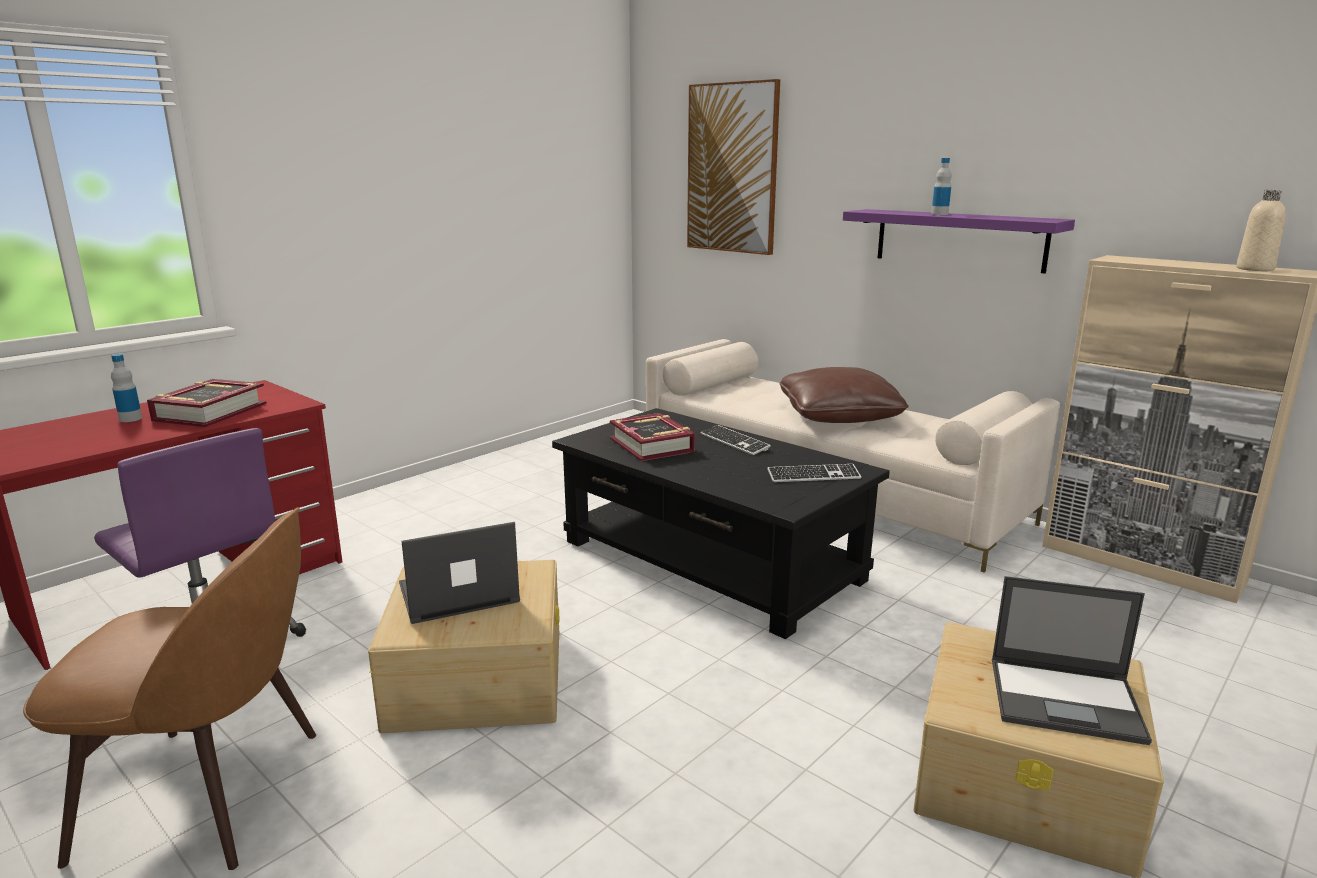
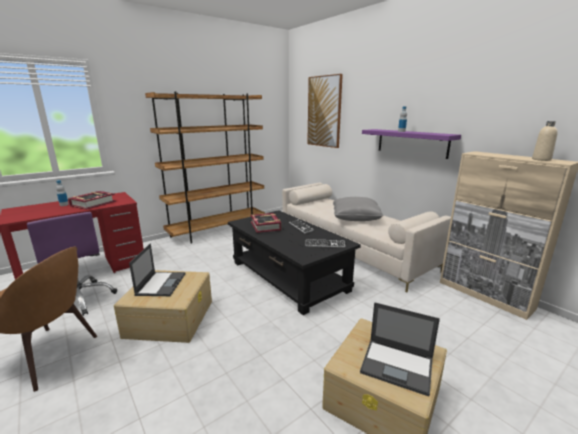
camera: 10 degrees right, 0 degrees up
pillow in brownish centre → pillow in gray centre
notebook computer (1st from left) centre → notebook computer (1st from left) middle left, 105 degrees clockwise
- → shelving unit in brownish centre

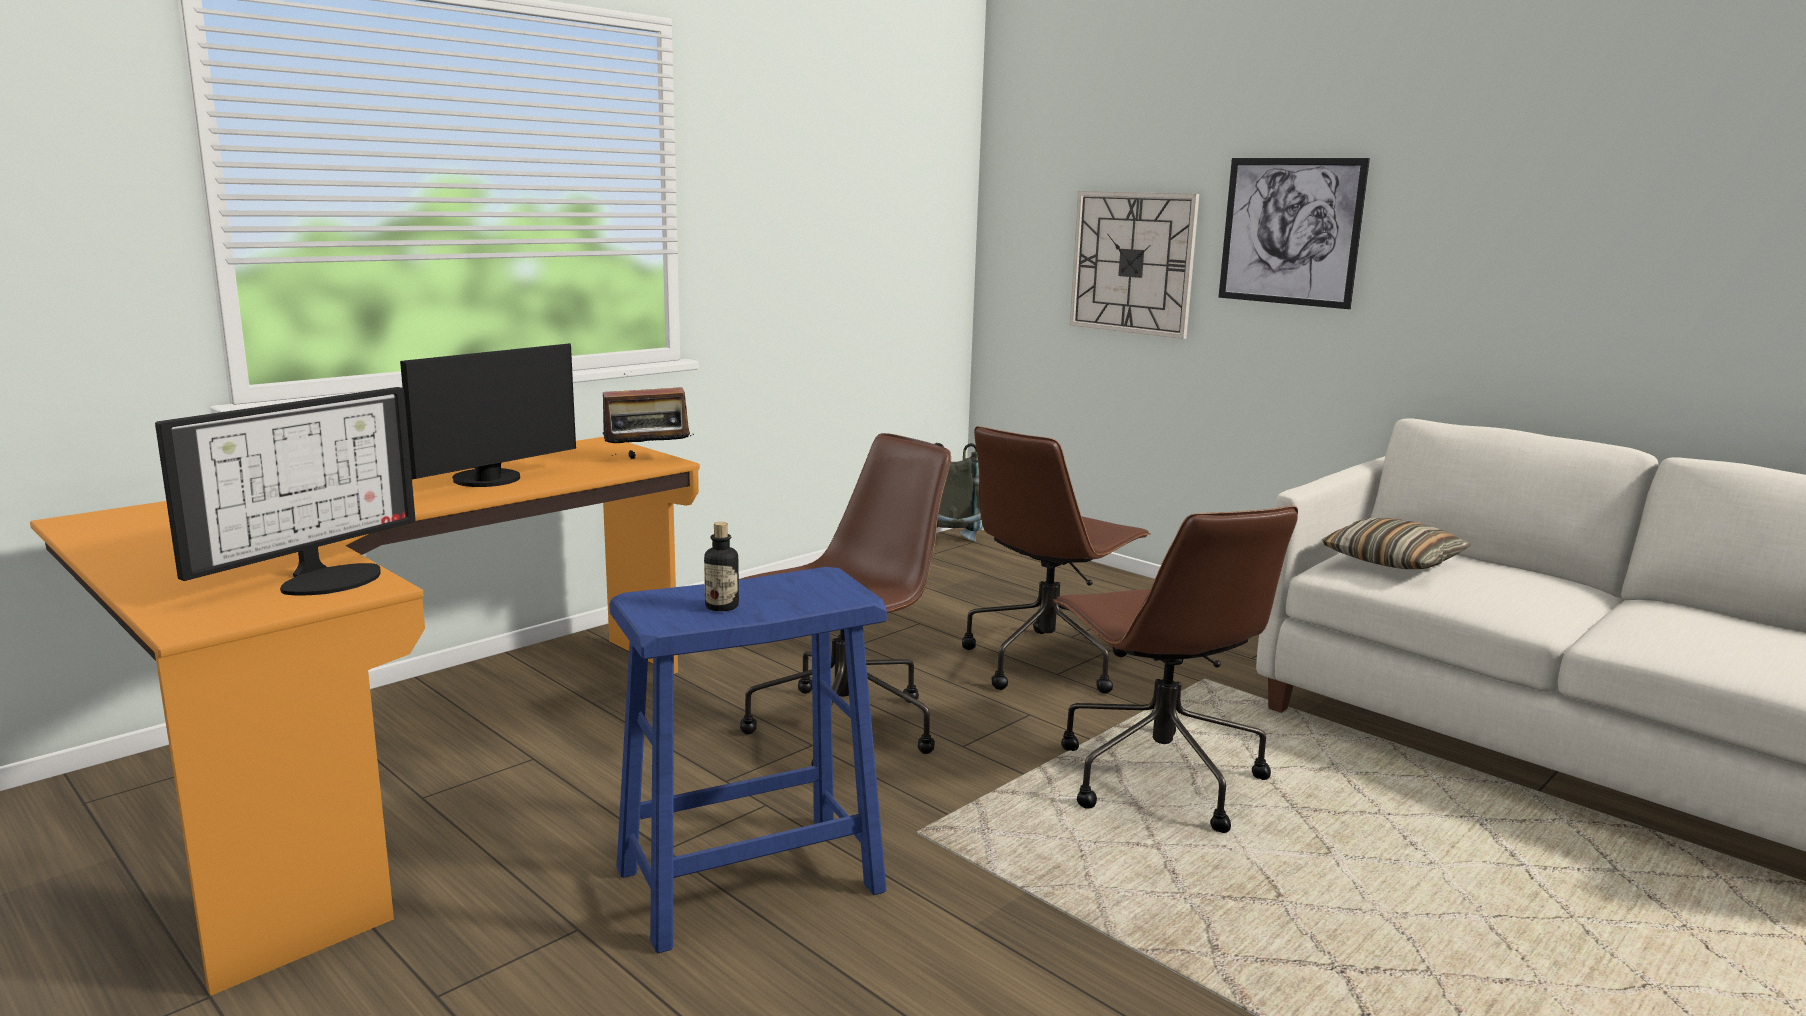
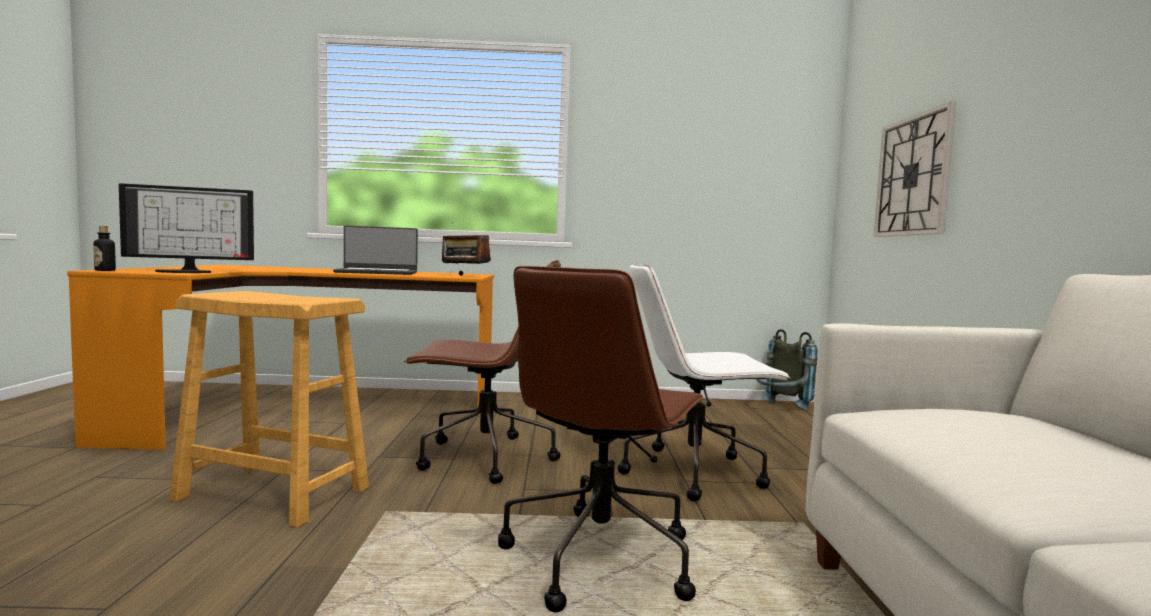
camera: 45 degrees right, 10 degrees down
picture top right → -
monitor (2nd from left) middle left → notebook computer middle left
office chair in brownish (2nd from left) centre → office chair in white centre
pillow middle right → -
bottle centre → bottle middle left, move
sitting stool in blue bottom centre → sitting stool in sand-coloured middle left

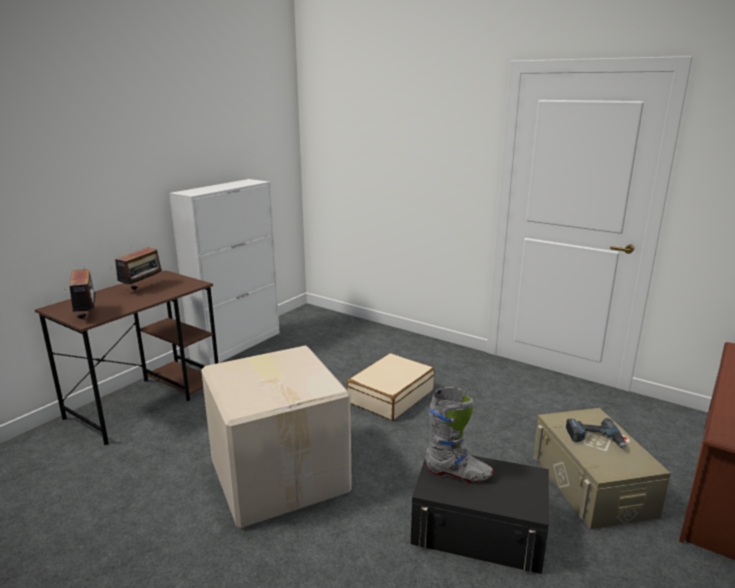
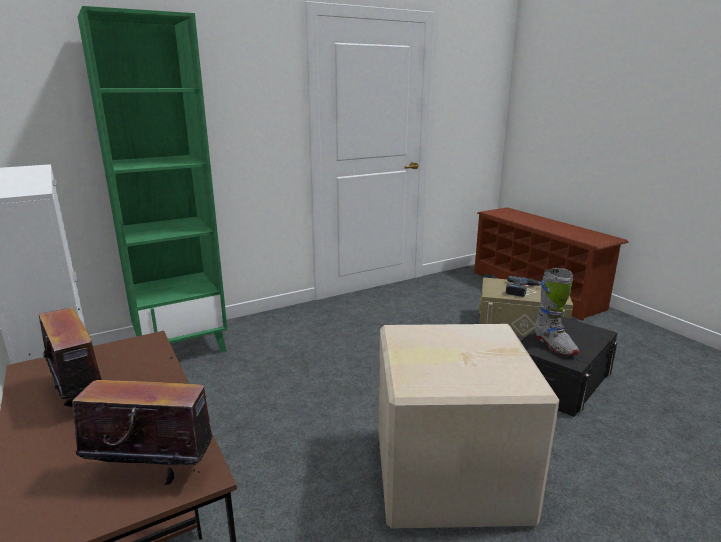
camera: 65 degrees left, 0 degrees up
travel case in sand-coloured centre → -
boot in gray bottom centre → boot in gray middle right, 120 degrees clockwise
- → shelving unit in greenish top left

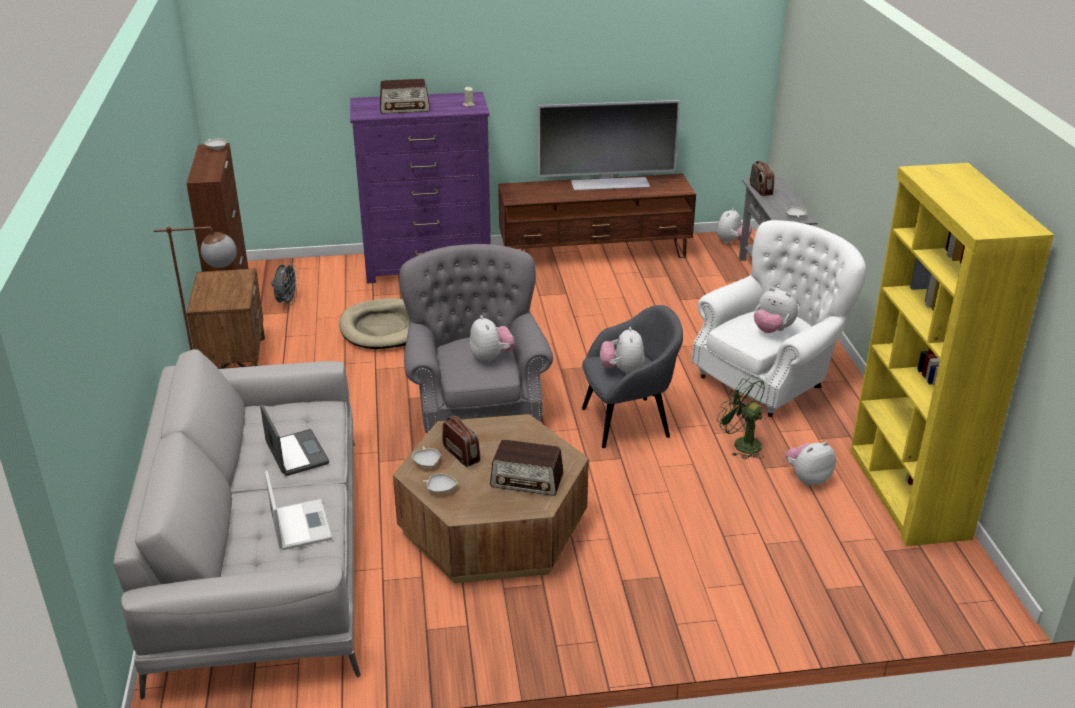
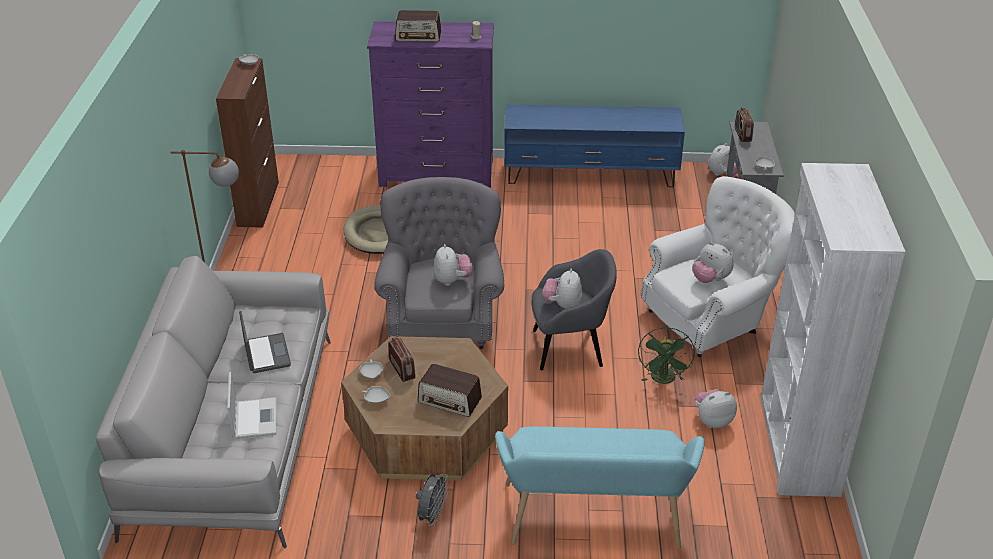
camera: 10 degrees right, 5 degrees up
TV set top centre → -
shelving unit in yellow-coloured middle right → shelving unit in white middle right
tv stand in brownish top centre → tv stand in blue top centre
electric fan in gray middle left → electric fan in gray bottom centre, move
night table in brownish middle left → -
electric fan in greenish middle right, 135 degrees counterclockwise
- → bench in turquoise-coloured bottom centre

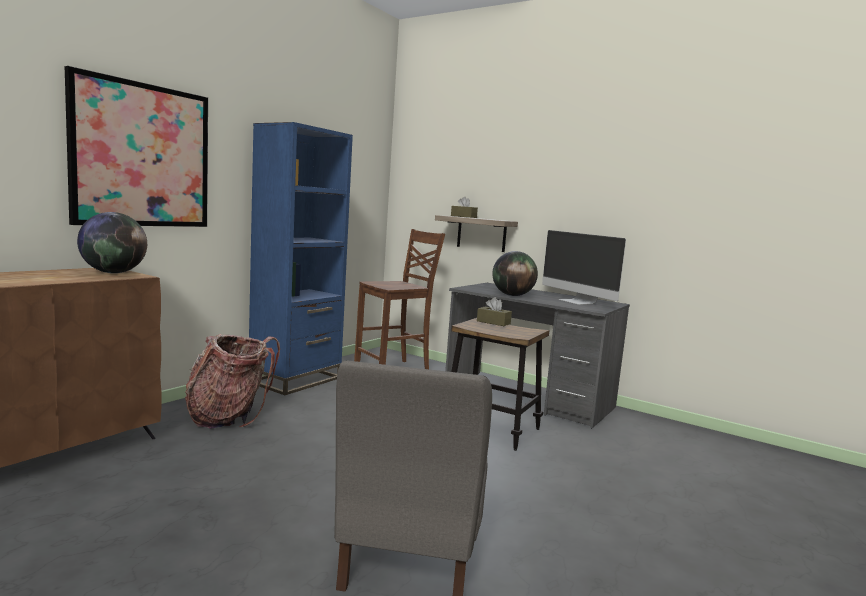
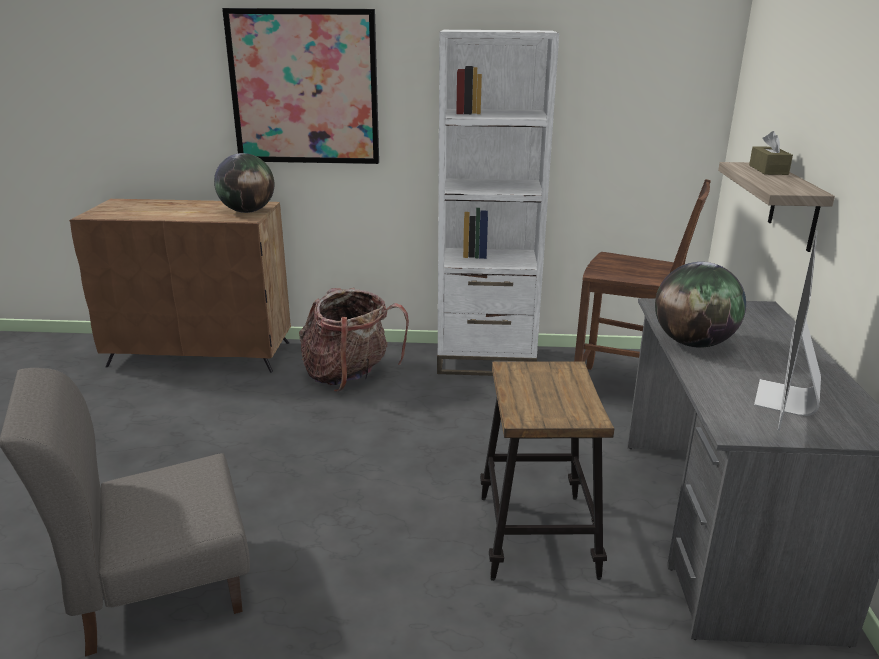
camera: 60 degrees right, 15 degrees up
shelving unit in blue centre → shelving unit in white top centre
tissue holder in brownish (2nd from left) centre → -

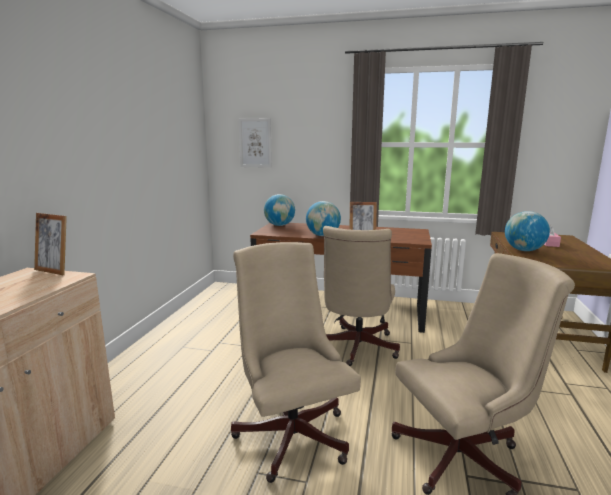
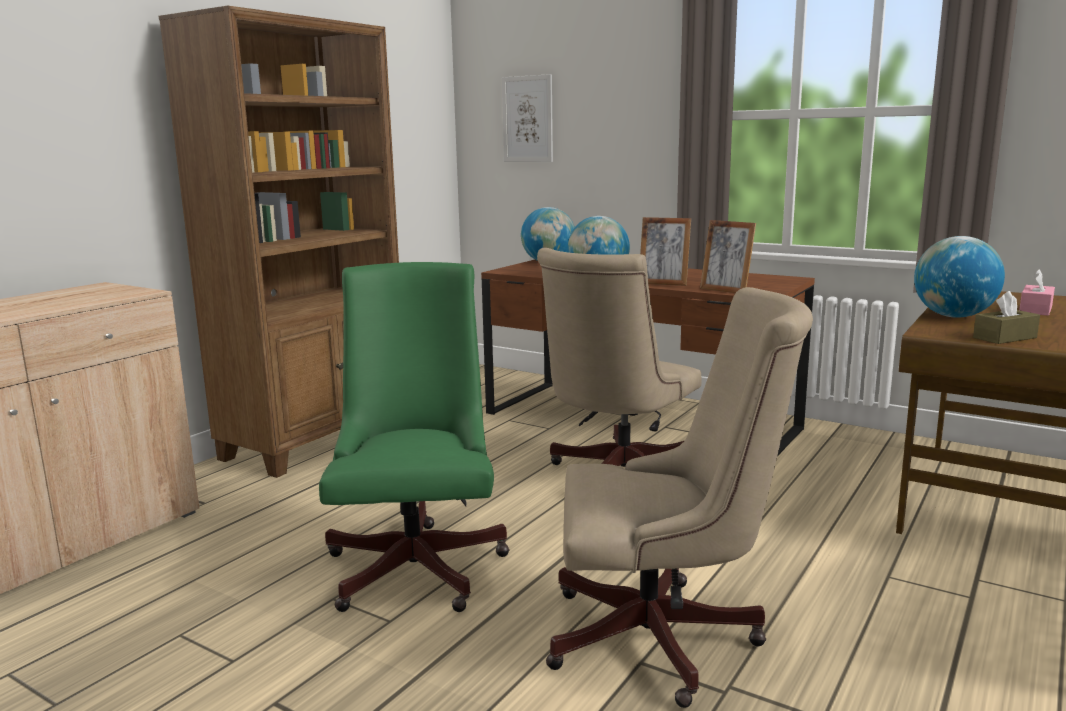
camera: 20 degrees right, 0 degrees up
standing frame (1st from left in the first image) middle left → standing frame (2nd from left) middle right, move
office chair in sand-coloured (1st from left) bottom centre → office chair in greenish centre
- → shelving unit in brownish middle left
- → tissue holder in brownish middle right

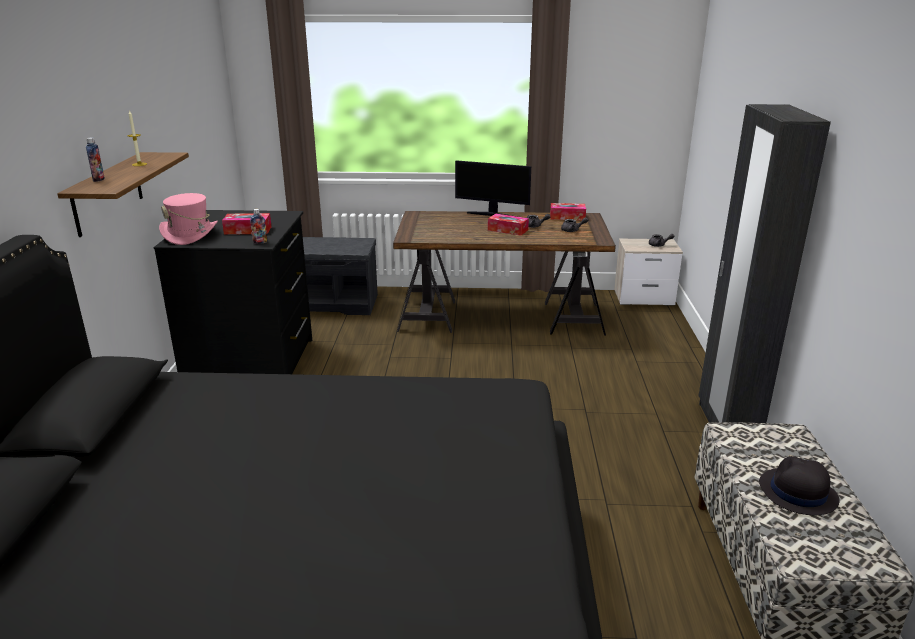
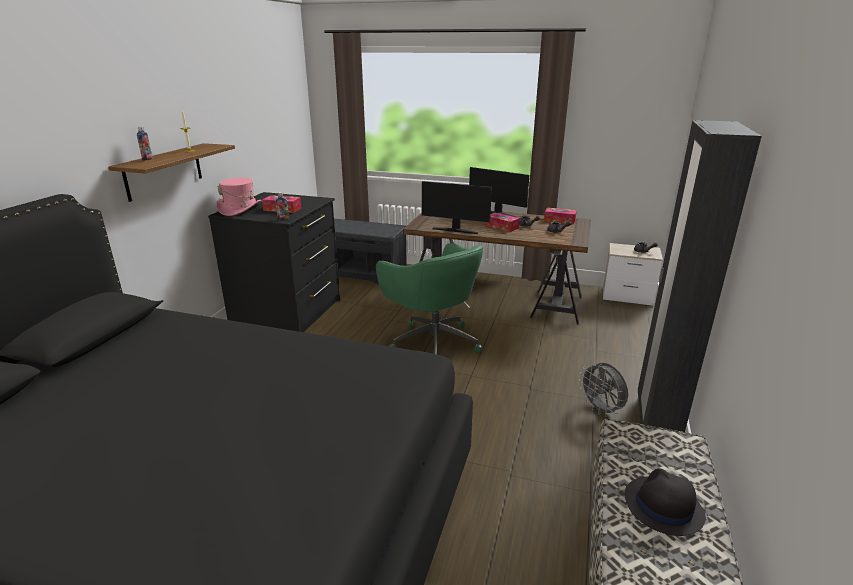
camera: 15 degrees right, 0 degrees up
- → monitor (1st from left) centre
- → office chair in greenish centre
- → electric fan in gray middle right

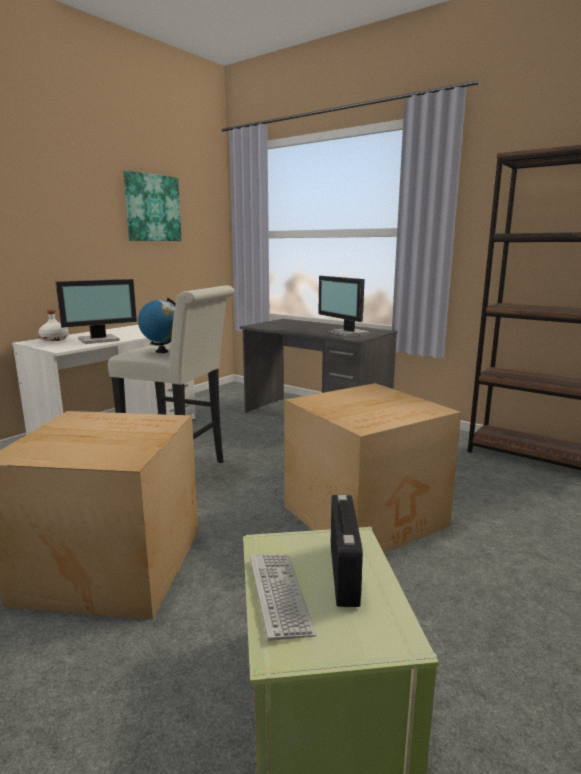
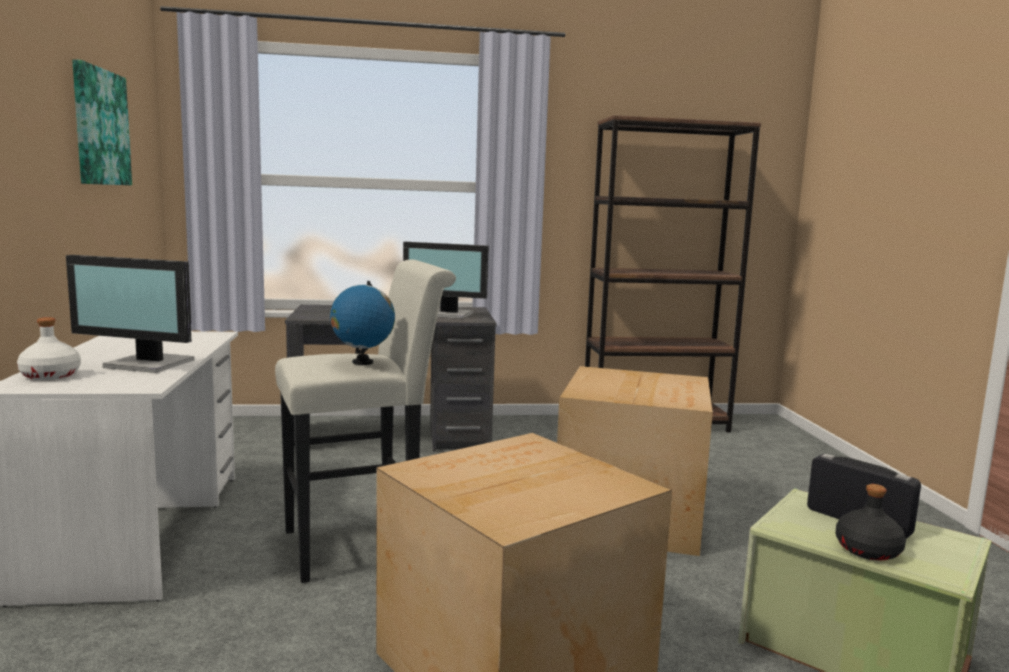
camera: 45 degrees left, 5 degrees down
monitor (1st from left) middle left, 90 degrees clockwise
PC keyboard bottom centre → bottle in blackish bottom right

